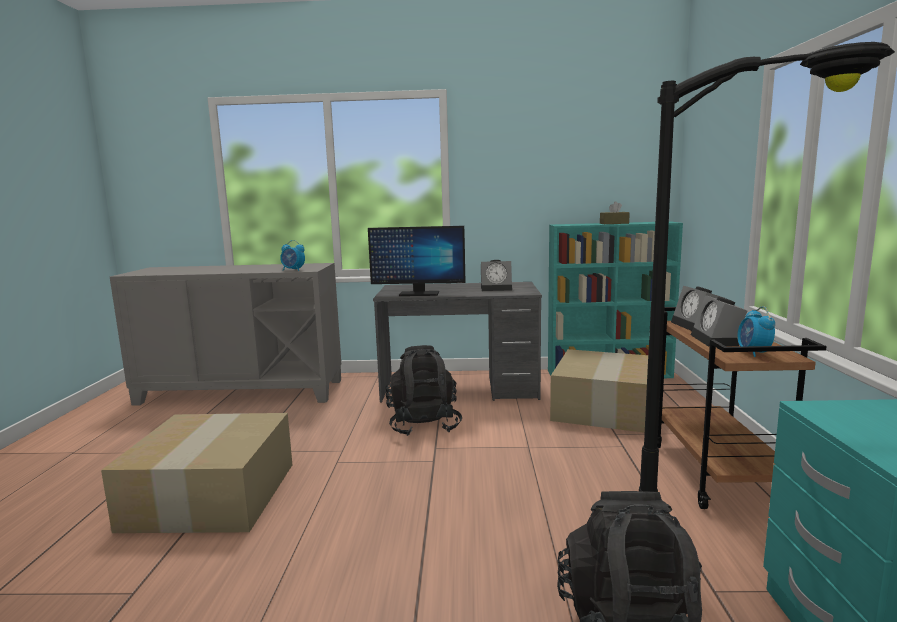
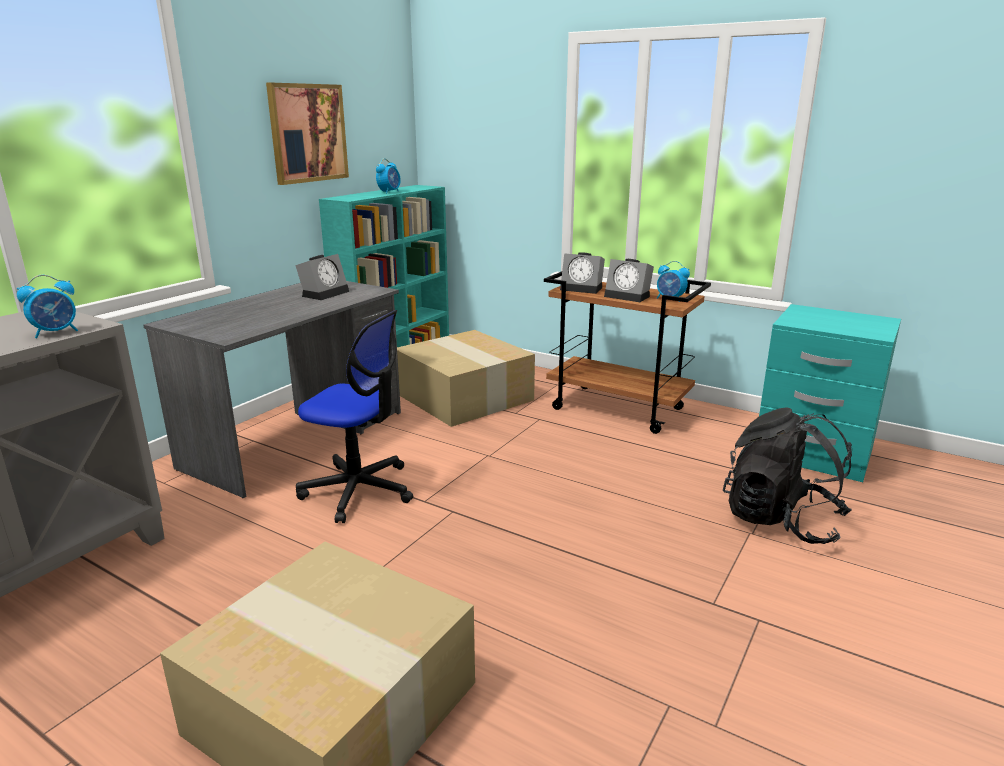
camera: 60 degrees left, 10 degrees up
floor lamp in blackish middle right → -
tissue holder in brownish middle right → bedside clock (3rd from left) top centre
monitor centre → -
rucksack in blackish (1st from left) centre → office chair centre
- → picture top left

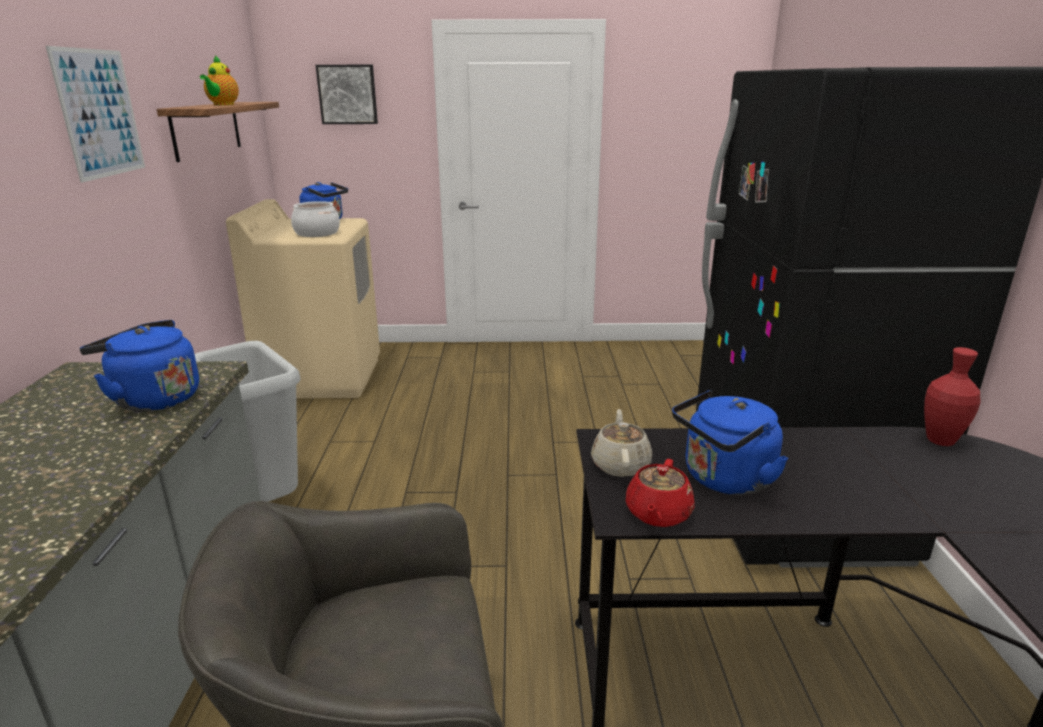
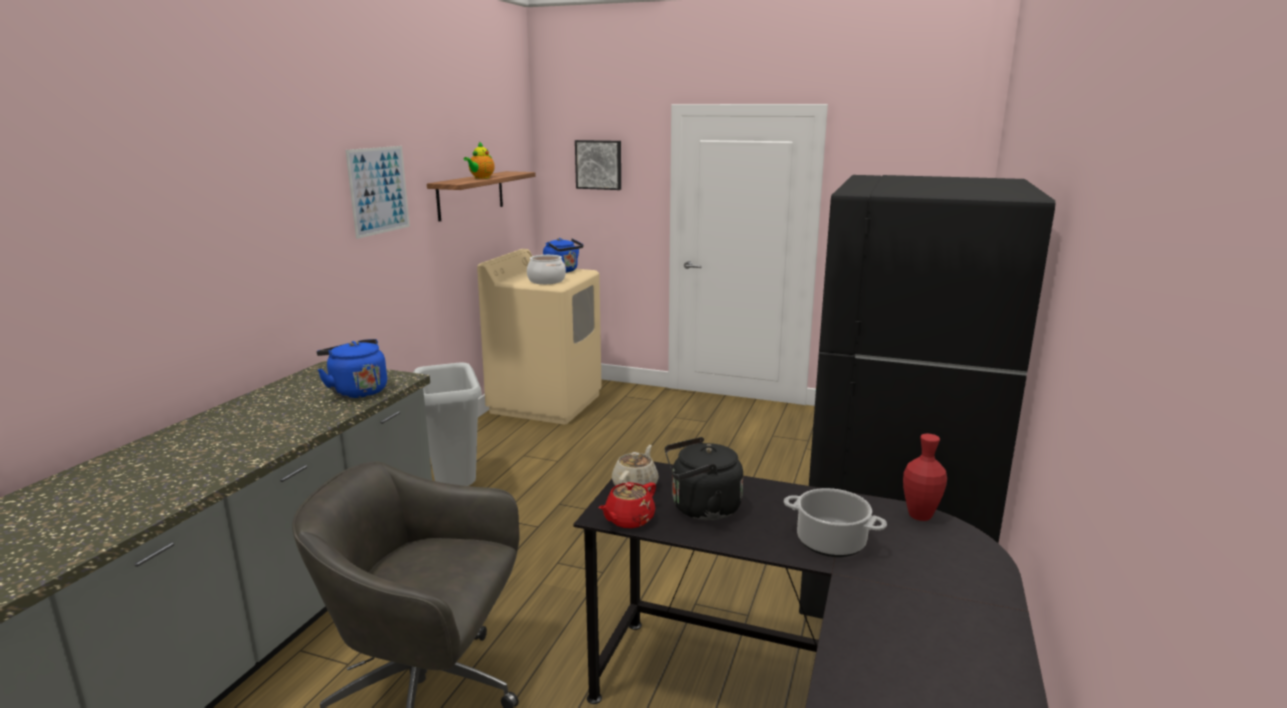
camera: 20 degrees right, 5 degrees down
kettle in blue (3rd from left) middle right → kettle in blackish bottom centre
- → cooking pot (2nd from left) bottom centre

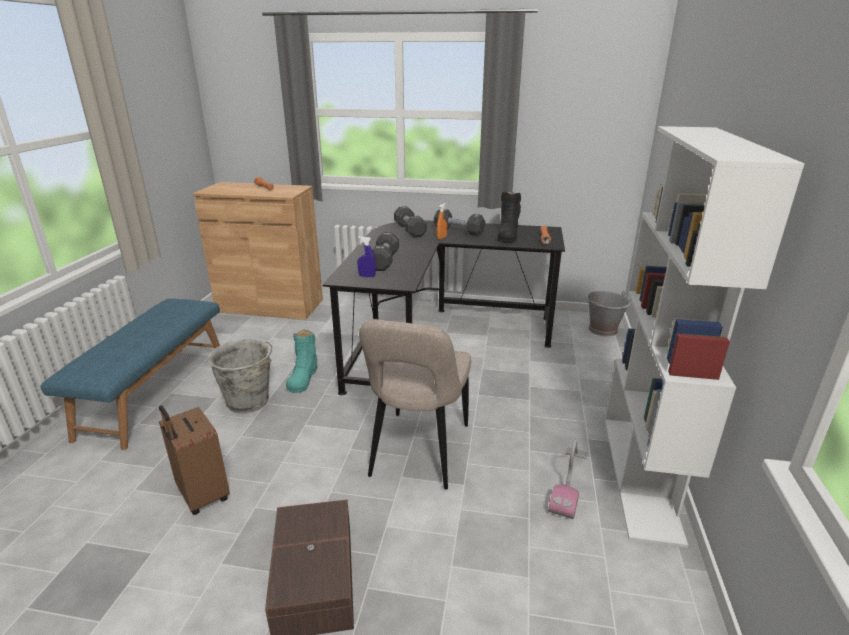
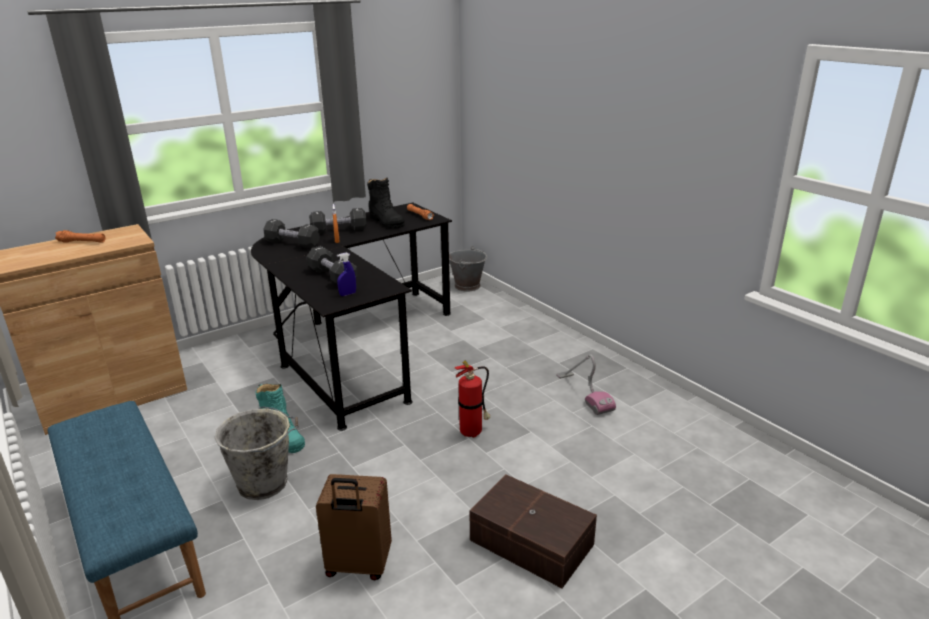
camera: 45 degrees left, 0 degrees up
shelving unit in white middle right → -
upright chair in sand-coloured centre → fire extinguisher centre

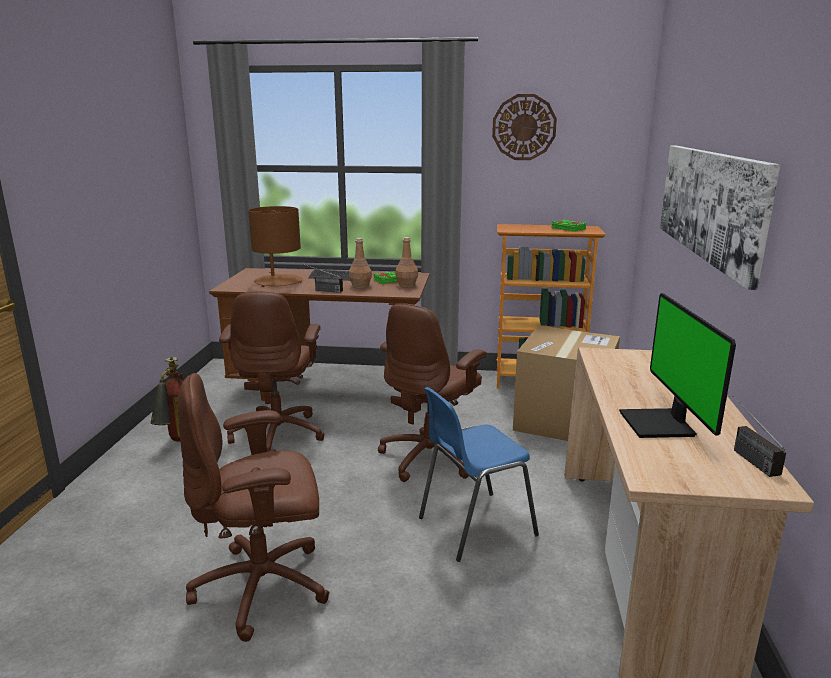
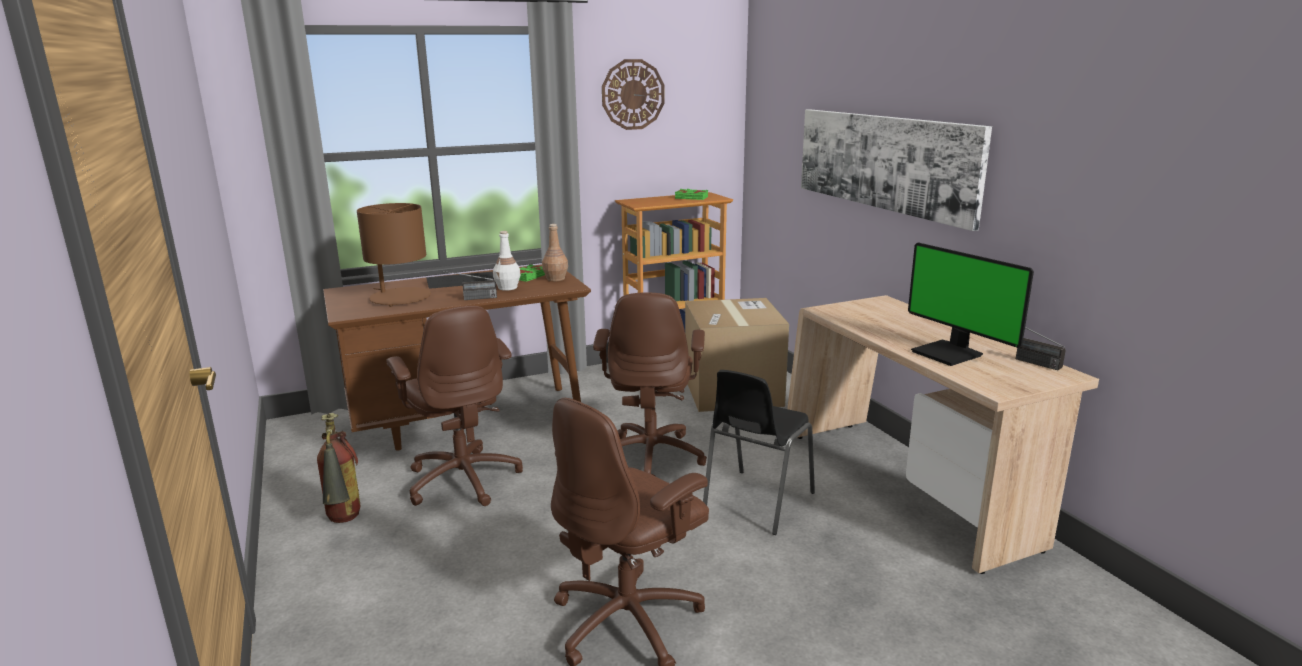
camera: 30 degrees left, 0 degrees up
bottle in brownish (1st from left) centre → bottle in white centre
upright chair in blue bottom centre → upright chair in blackish bottom centre

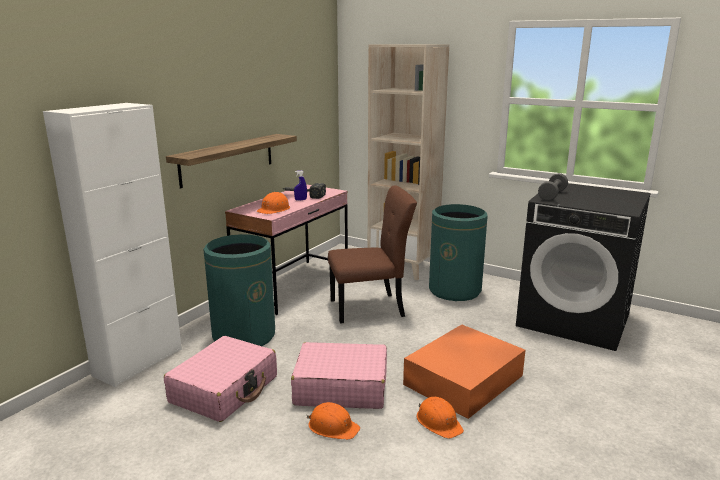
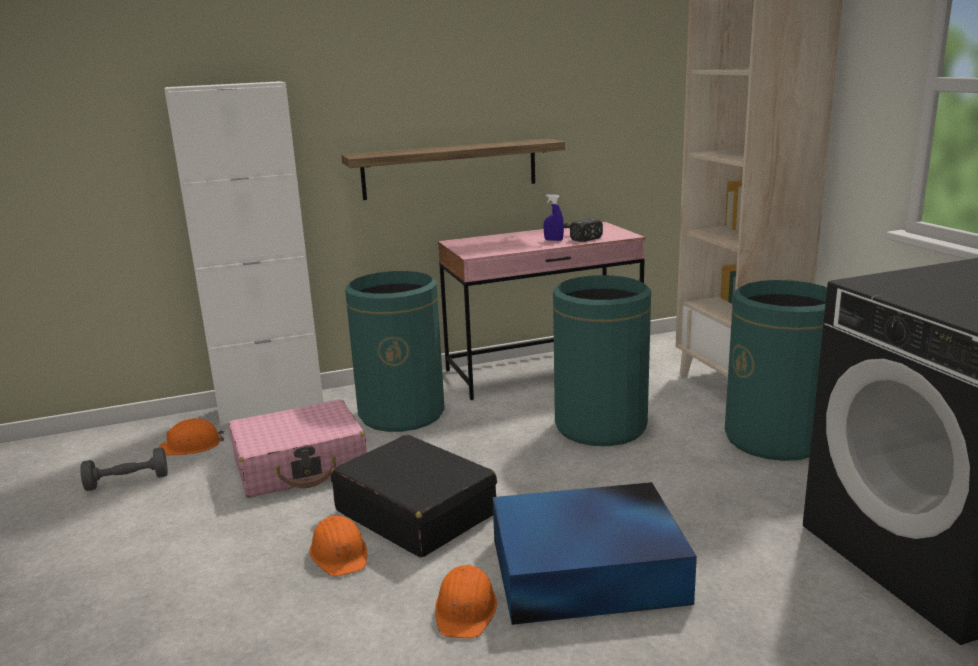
camera: 40 degrees right, 0 degrees up
free weight in gray middle right → free weight in gray bottom left, move
upright chair in brownish centre → trash can in greenish (2nd from left) centre
safety helmet in orange (1st from left) centre → safety helmet in orange (1st from left) middle left, move
storage box in orange bottom centre → storage box in blue bottom centre
travel case in pink (2nd from left) bottom centre → travel case in blackish bottom centre

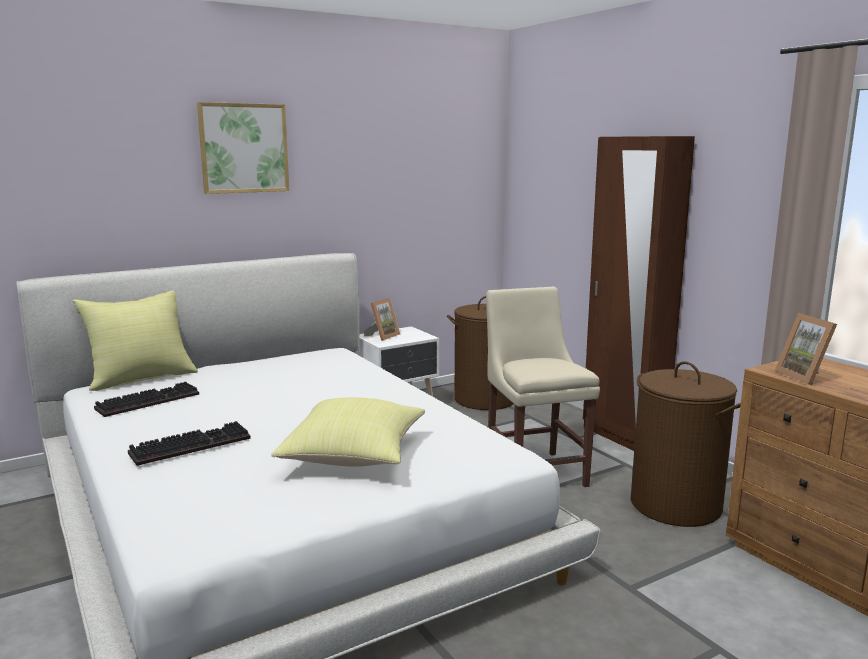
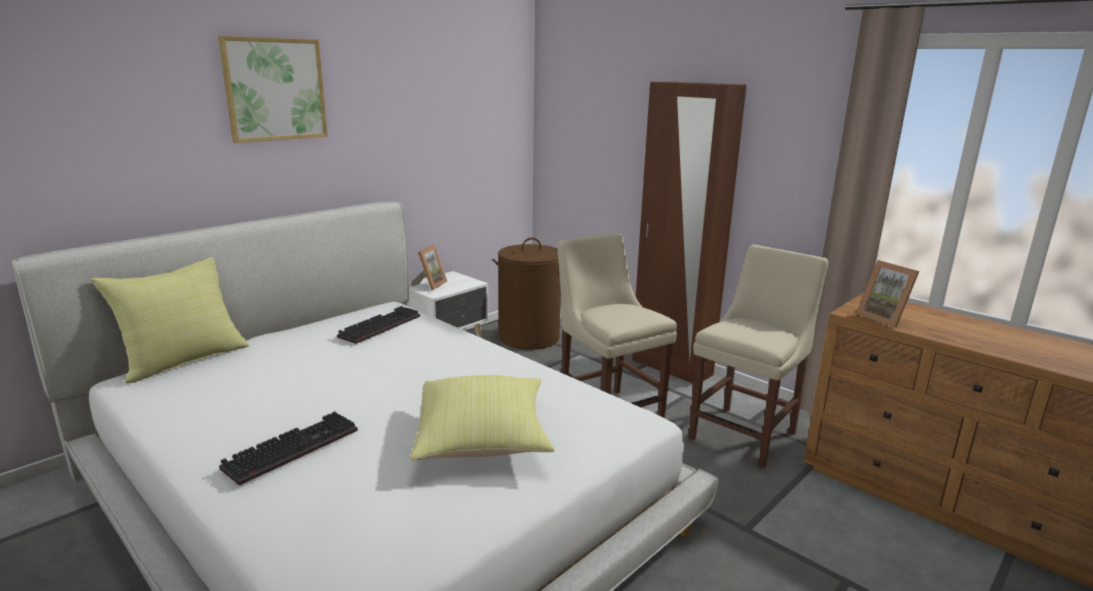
camera: 15 degrees left, 5 degrees up
hamper in brownish (2nd from left) bottom right → upright chair in sand-coloured (2nd from left) middle right
PC keyboard (1st from left in the first image) middle left → PC keyboard (2nd from left) centre, move

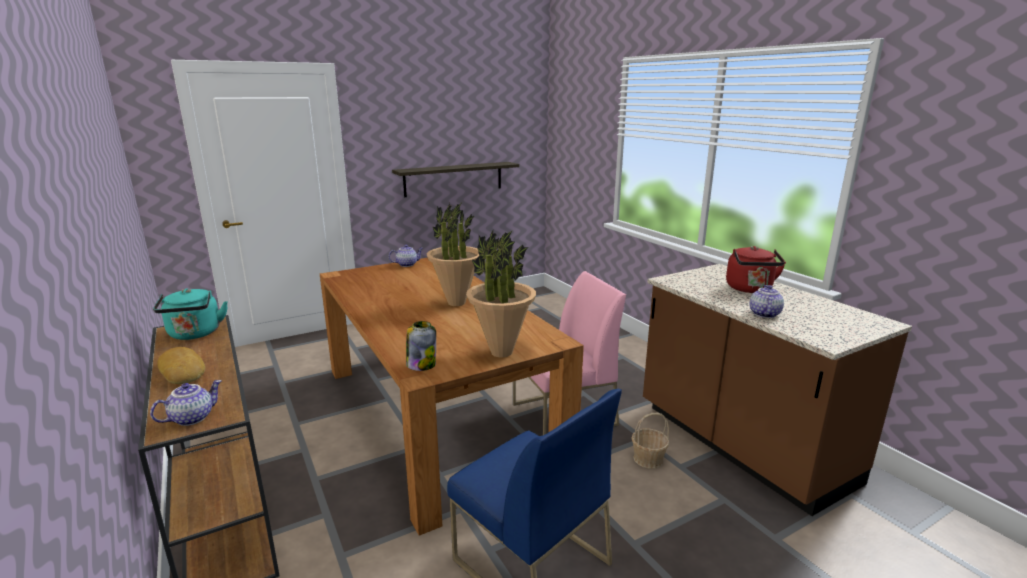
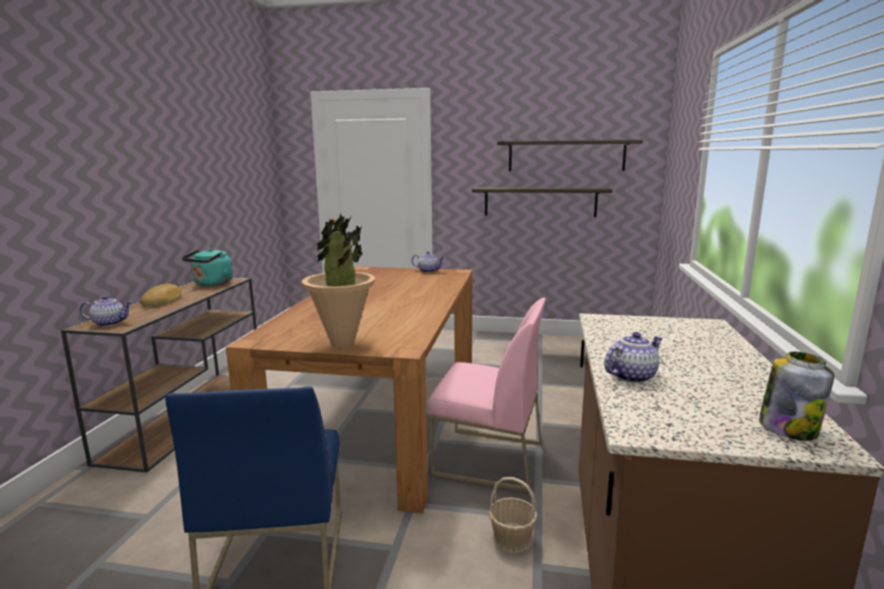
camera: 40 degrees right, 5 degrees down
potted plant (1st from left) centre → -
kettle in red-coloured middle right → -
storage jar centre → storage jar bottom right, move
- → bracket shelf (2nd from left) top centre

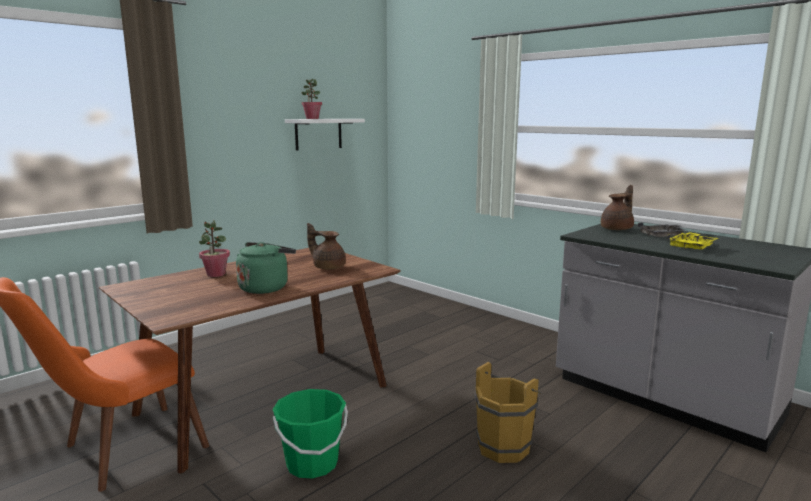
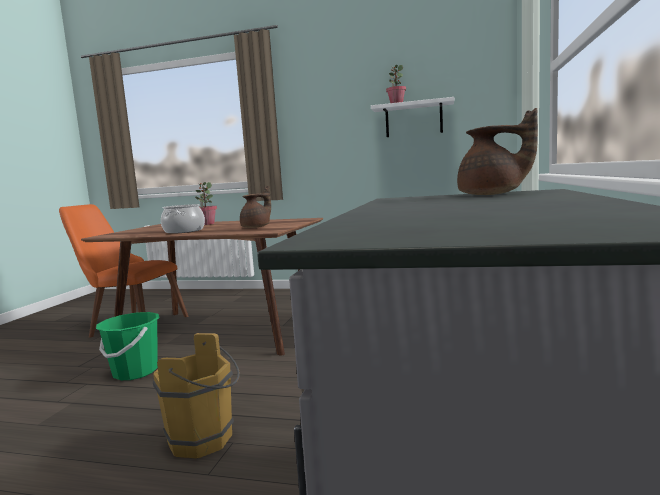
camera: 60 degrees right, 5 degrees down
teapot in brownish (1st from left) centre, 45 degrees clockwise
serving tray in gray middle right → -
serving tray in yellow-coloured middle right → -
kettle in greenish middle left → cooking pot middle left

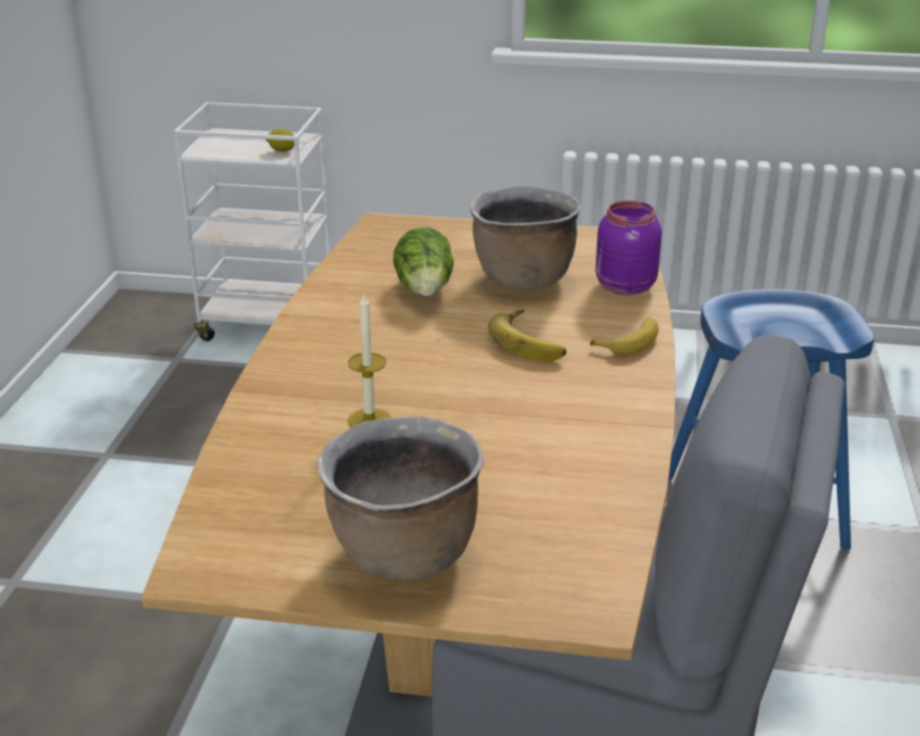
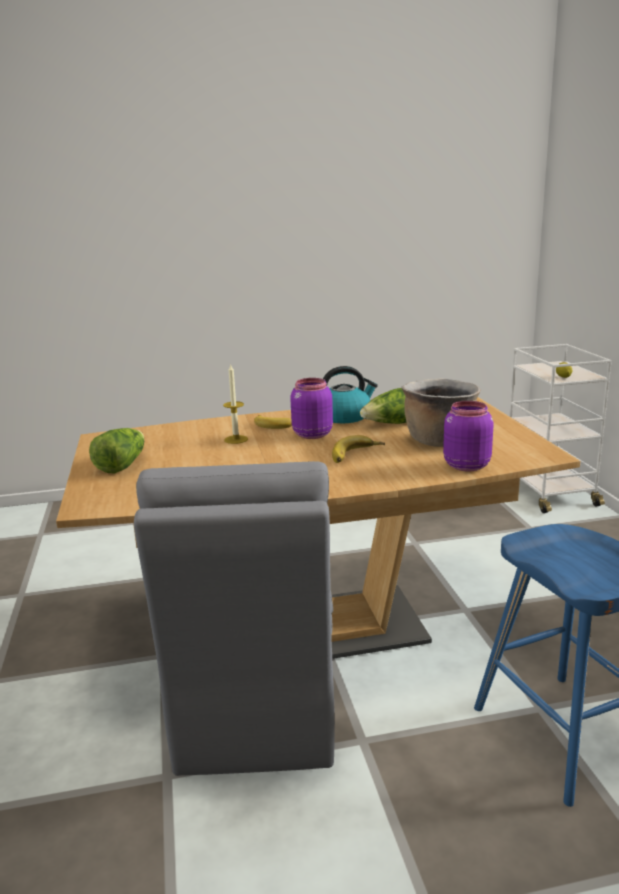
camera: 70 degrees right, 10 degrees down
banana (2nd from left in the first image) middle right → banana (1st from left) centre, move
cooking pot in brownish (1st from left) bottom centre → lettuce head (1st from left) middle left
- → kettle centre
- → storage jar in purplish (1st from left) centre

